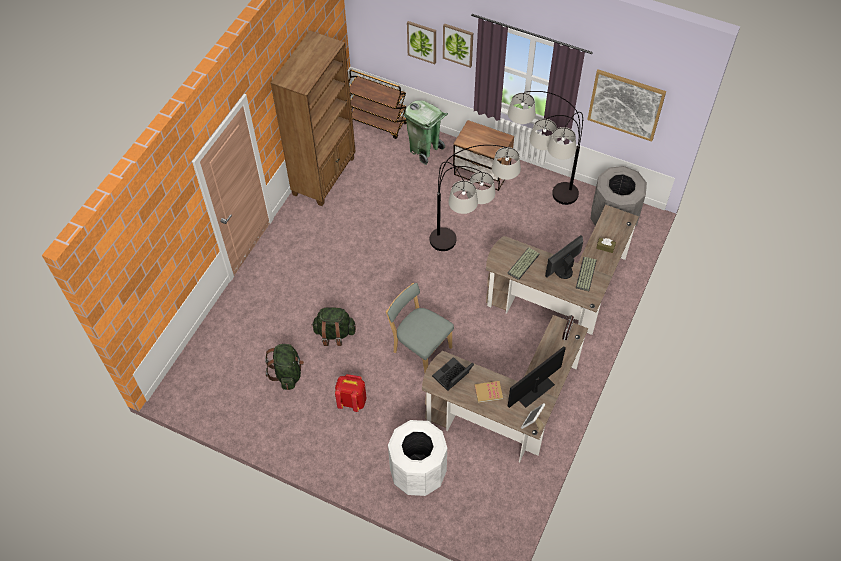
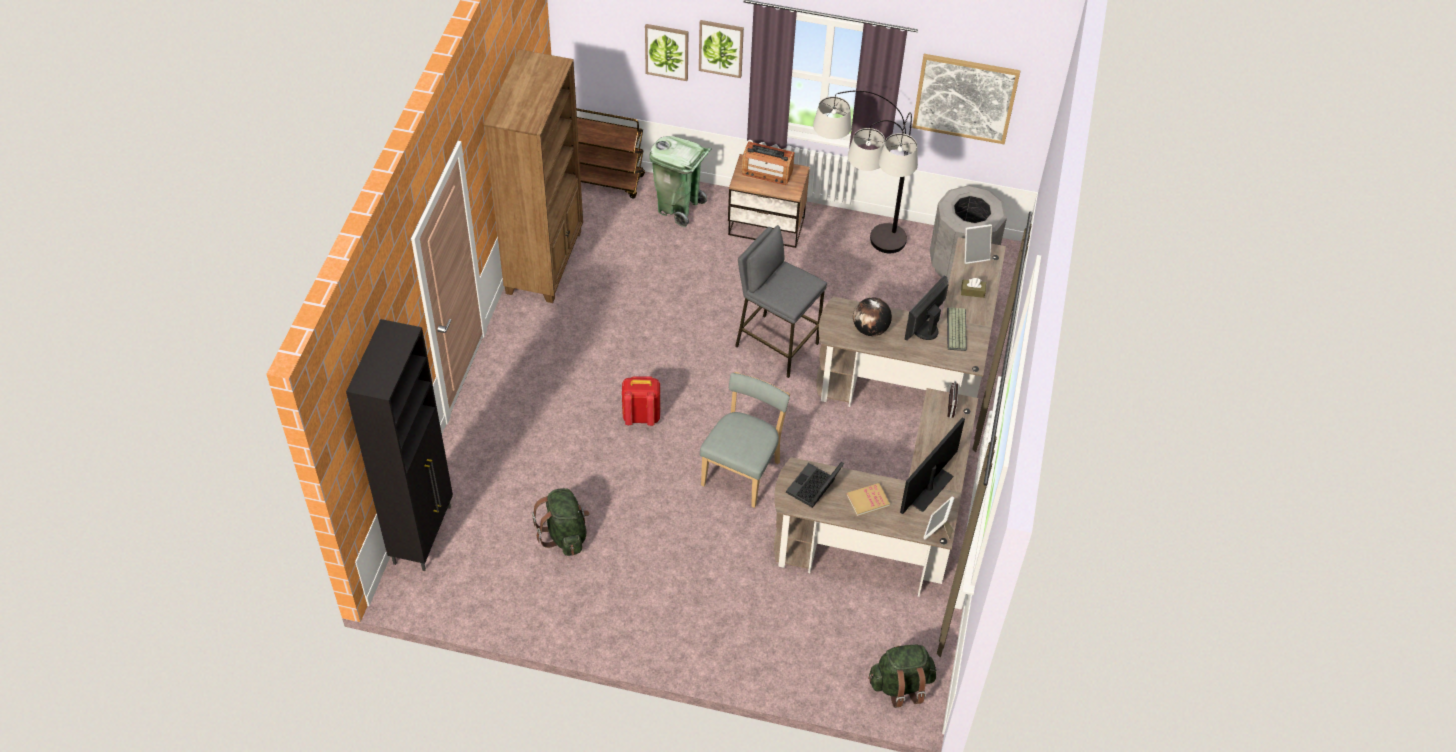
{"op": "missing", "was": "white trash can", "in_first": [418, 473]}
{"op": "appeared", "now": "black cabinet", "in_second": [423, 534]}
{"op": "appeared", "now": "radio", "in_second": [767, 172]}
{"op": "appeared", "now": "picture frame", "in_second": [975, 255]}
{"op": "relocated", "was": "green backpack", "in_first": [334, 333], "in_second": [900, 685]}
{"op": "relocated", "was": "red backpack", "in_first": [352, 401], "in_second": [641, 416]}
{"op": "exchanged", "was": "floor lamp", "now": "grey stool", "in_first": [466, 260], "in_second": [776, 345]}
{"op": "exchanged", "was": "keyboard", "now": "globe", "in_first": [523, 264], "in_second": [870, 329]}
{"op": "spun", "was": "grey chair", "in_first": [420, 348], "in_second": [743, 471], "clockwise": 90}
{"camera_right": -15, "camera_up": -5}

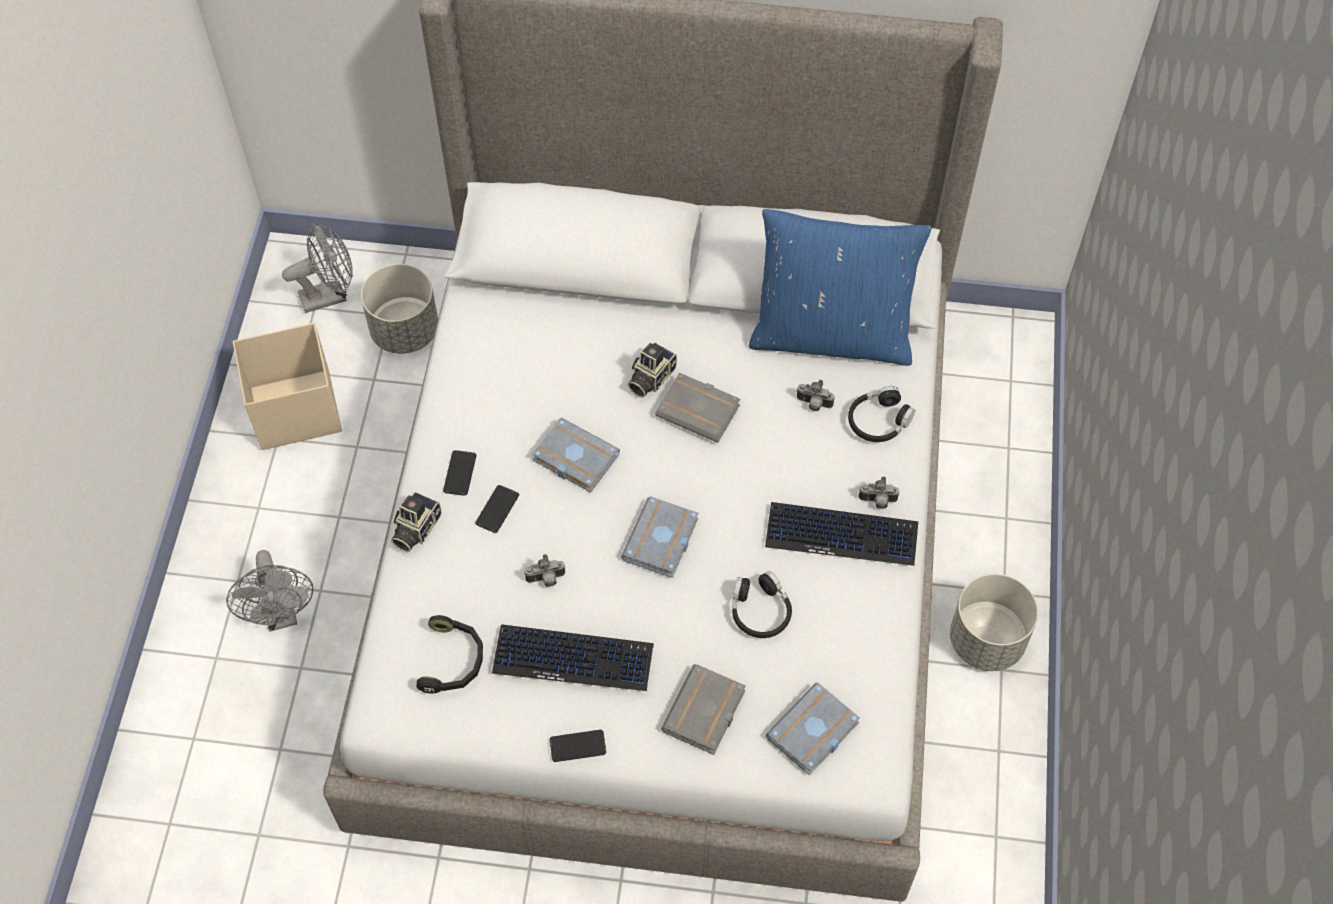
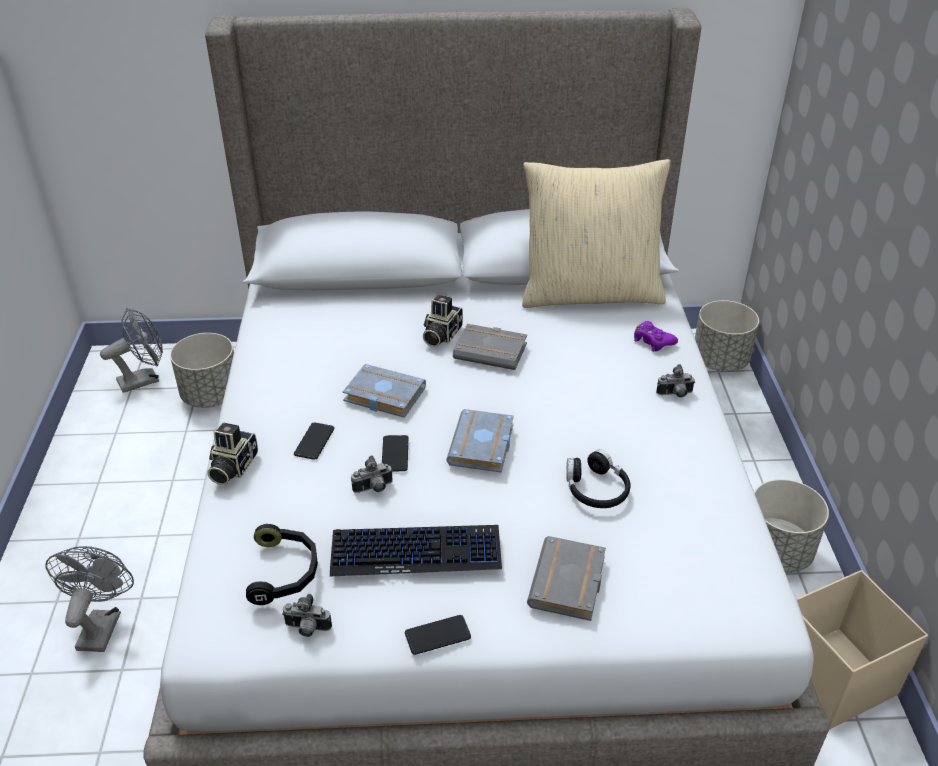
{"op": "missing", "was": "keyboard", "in_first": [841, 535]}
{"op": "missing", "was": "grey book", "in_first": [813, 734]}
{"op": "appeared", "now": "grey planter", "in_second": [720, 360]}
{"op": "relocated", "was": "beige storage box", "in_first": [294, 410], "in_second": [831, 678]}
{"op": "relocated", "was": "phone", "in_first": [460, 473], "in_second": [395, 454]}
{"op": "relocated", "was": "photo camera", "in_first": [813, 404], "in_second": [307, 629]}
{"op": "exchanged", "was": "black headphones", "now": "purple game controller", "in_first": [878, 421], "in_second": [653, 341]}
{"op": "colour", "was": "blue pillow", "now": "beige pillow", "in_first": [831, 334], "in_second": [590, 293]}
{"op": "spun", "was": "grey fan", "in_first": [281, 615], "in_second": [101, 624], "clockwise": -150}
{"camera_right": -10, "camera_up": -20}

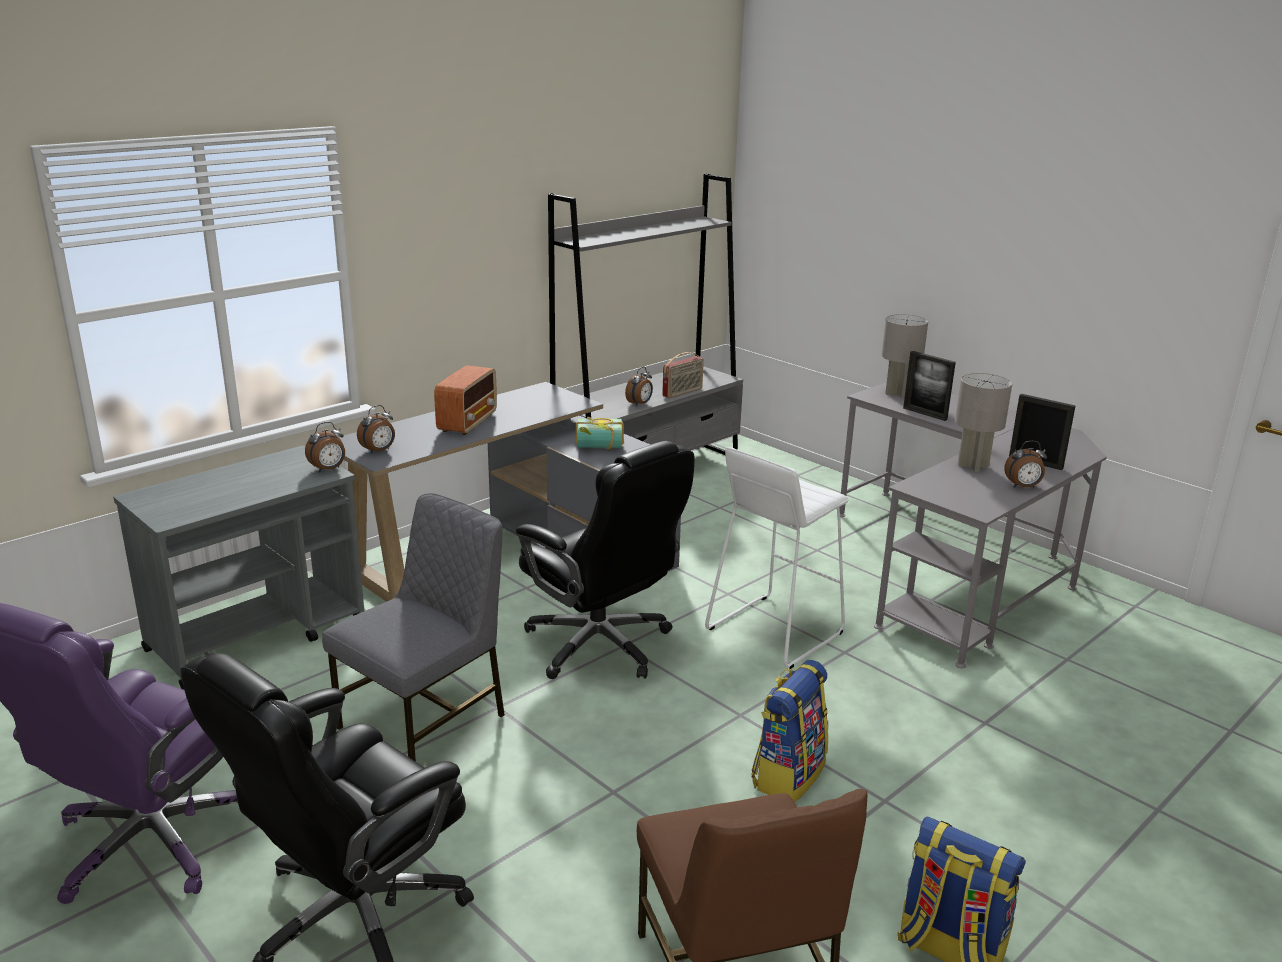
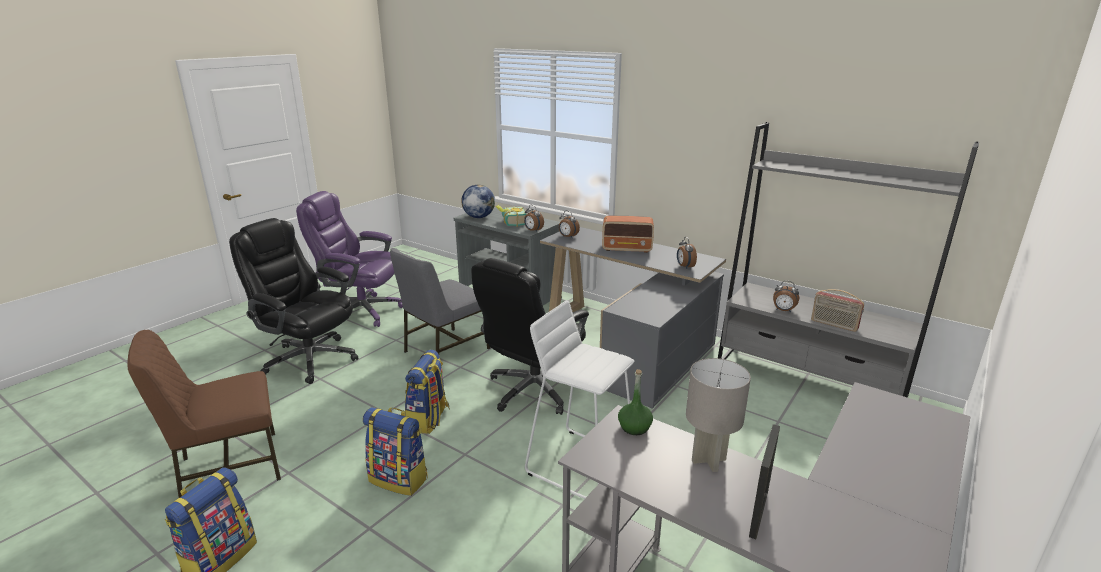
{"op": "missing", "was": "grey table lamp", "in_first": [898, 394]}
{"op": "missing", "was": "picture frame", "in_first": [925, 414]}
{"op": "appeared", "now": "backpack", "in_second": [429, 419]}
{"op": "appeared", "now": "globe", "in_second": [478, 217]}
{"op": "appeared", "now": "green bottle", "in_second": [634, 427]}
{"op": "relocated", "was": "book", "in_first": [599, 447], "in_second": [511, 223]}
{"op": "relocated", "was": "alarm clock", "in_first": [1023, 487], "in_second": [684, 267]}
{"op": "spun", "was": "grey chair", "in_first": [426, 721], "in_second": [445, 350], "clockwise": 105}
{"camera_right": 80, "camera_up": 0}

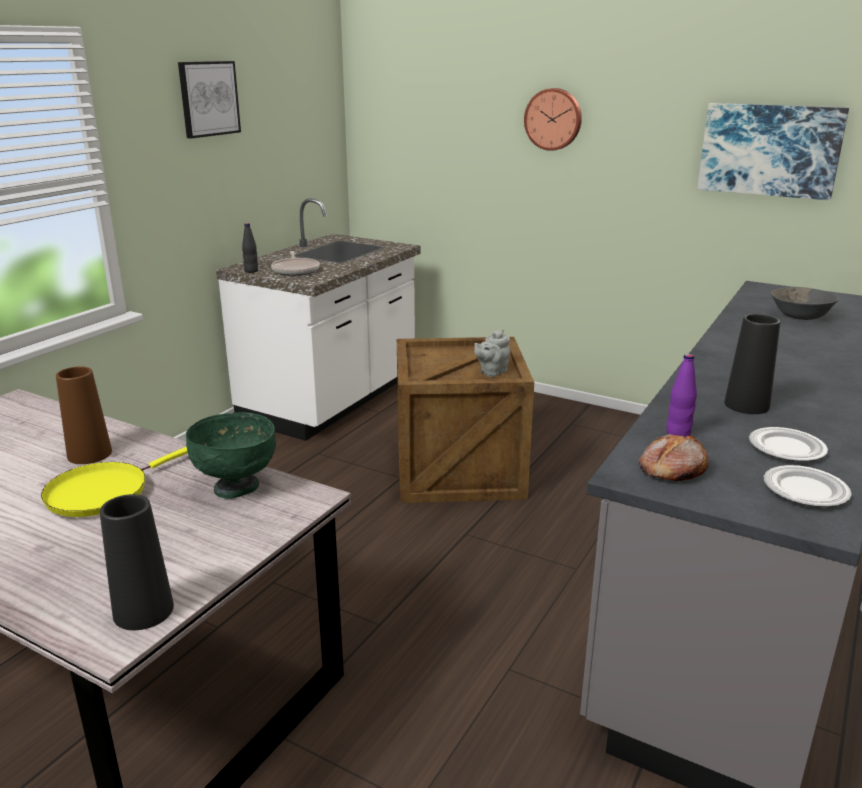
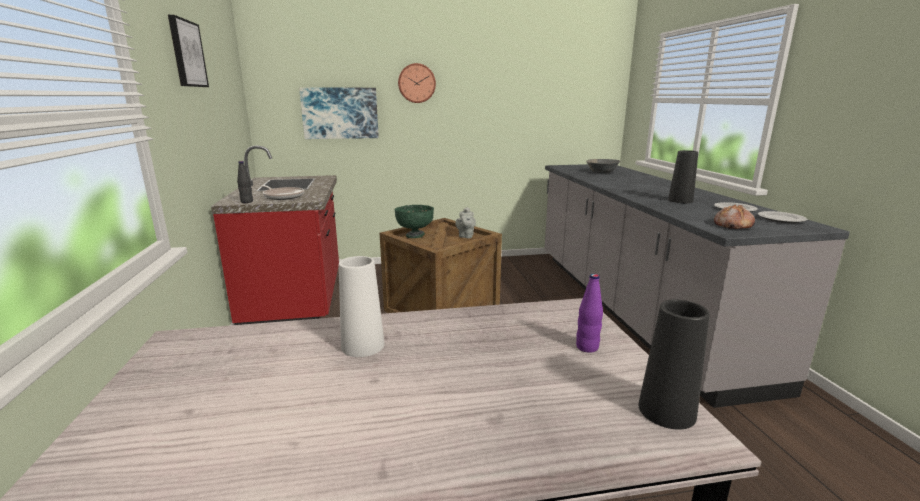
{"op": "missing", "was": "yellow frying pan", "in_first": [103, 492]}
{"op": "relocated", "was": "green bowl", "in_first": [237, 487], "in_second": [415, 235]}
{"op": "relocated", "was": "purple bottle", "in_first": [678, 434], "in_second": [587, 347]}
{"op": "relocated", "was": "picture", "in_first": [769, 150], "in_second": [340, 113]}
{"op": "colour", "was": "brown vase", "now": "white vase", "in_first": [89, 454], "in_second": [363, 345]}
{"op": "colour", "was": "white counter", "now": "red counter", "in_first": [332, 400], "in_second": [297, 301]}
{"camera_right": -40, "camera_up": -5}

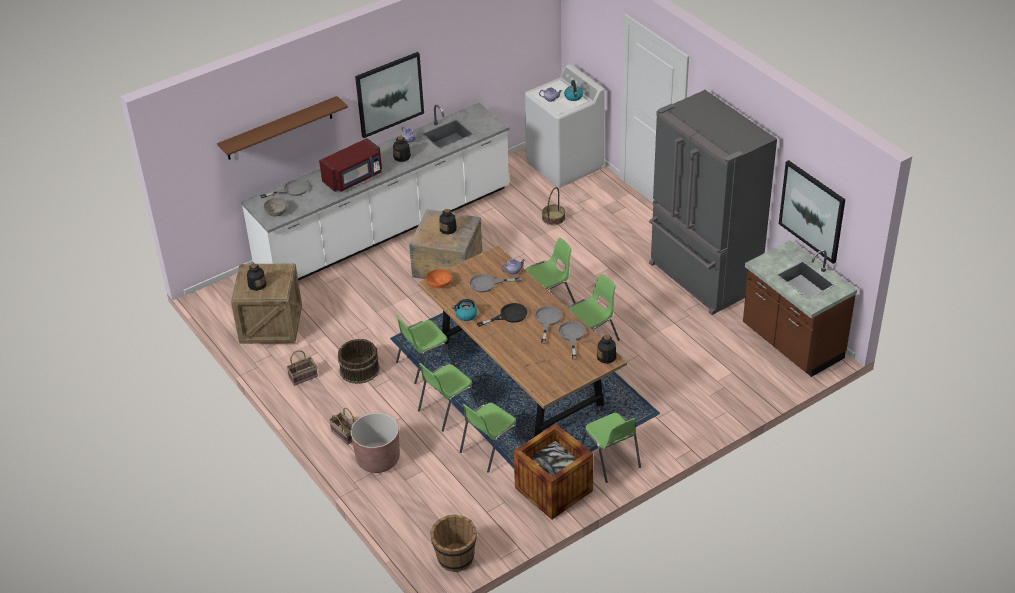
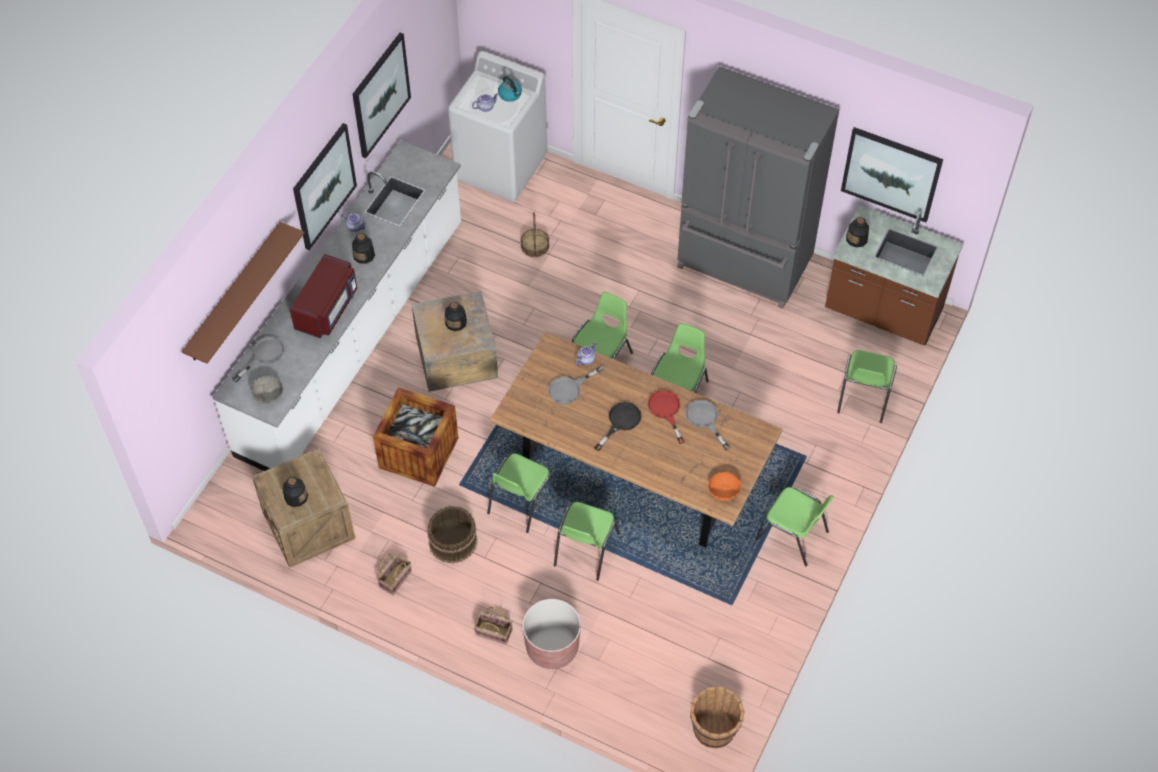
{"op": "missing", "was": "kettle", "in_first": [466, 315]}
{"op": "appeared", "now": "picture", "in_second": [380, 95]}
{"op": "relocated", "was": "orange bowl", "in_first": [439, 284], "in_second": [724, 491]}
{"op": "relocated", "was": "green chair", "in_first": [490, 449], "in_second": [863, 397]}
{"op": "relocated", "was": "crate", "in_first": [553, 489], "in_second": [418, 453]}
{"op": "relocated", "was": "bottle", "in_first": [606, 357], "in_second": [857, 239]}
{"op": "colour", "was": "grey frying pan", "now": "red frying pan", "in_first": [547, 321], "in_second": [666, 411]}
{"camera_right": -30, "camera_up": 15}

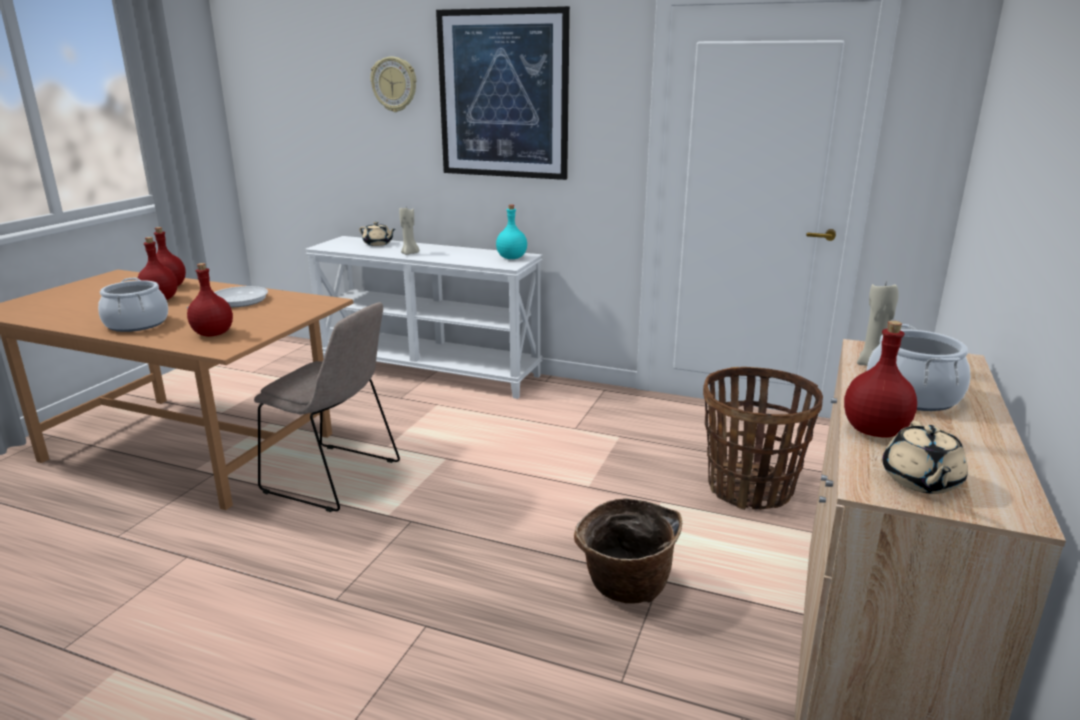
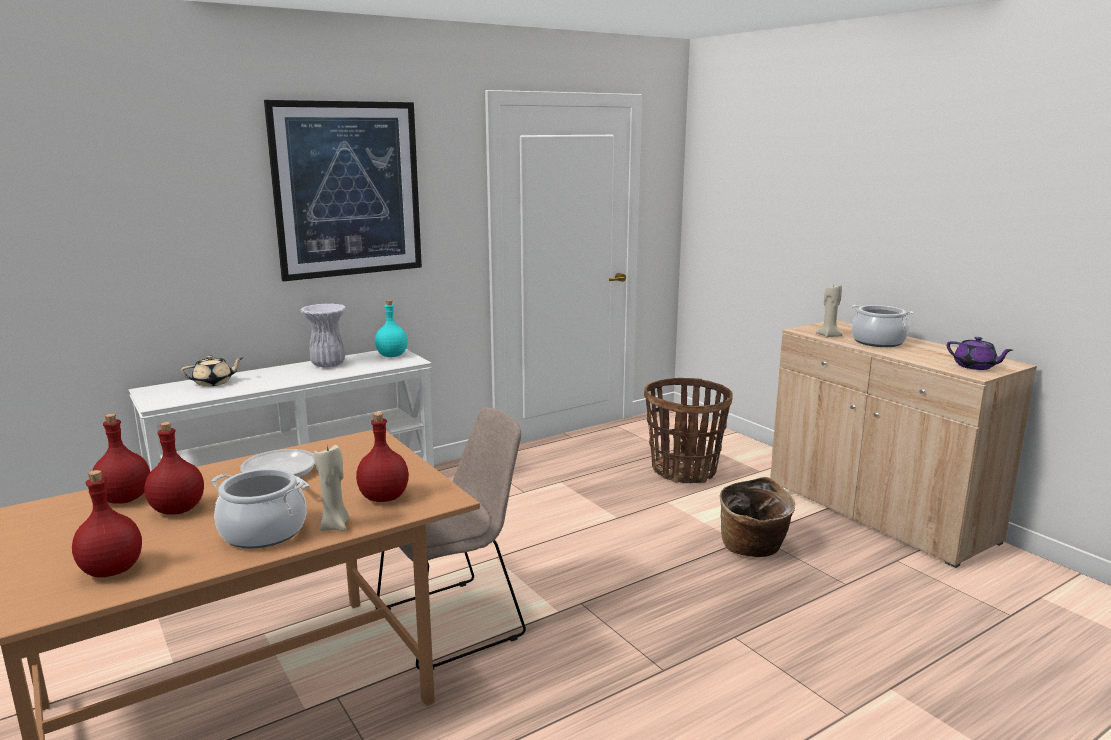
{"op": "missing", "was": "wall clock", "in_first": [394, 84]}
{"op": "appeared", "now": "white vase", "in_second": [327, 365]}
{"op": "relocated", "was": "beige candle", "in_first": [410, 253], "in_second": [335, 526]}
{"op": "relocated", "was": "red bottle", "in_first": [875, 431], "in_second": [112, 569]}
{"op": "colour", "was": "beige teapot", "now": "purple teapot", "in_first": [920, 481], "in_second": [975, 366]}
{"camera_right": -55, "camera_up": -5}

